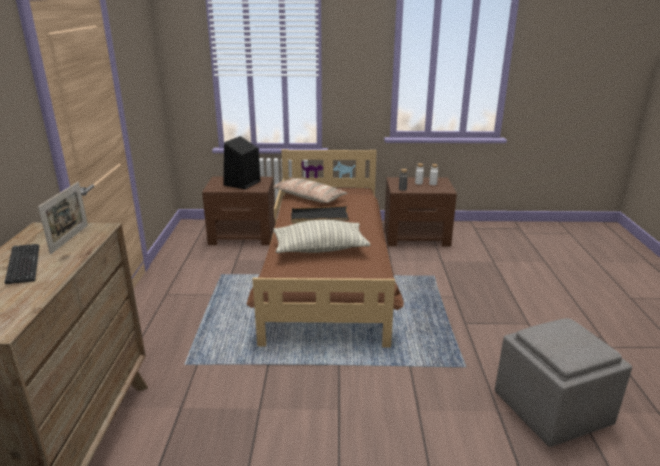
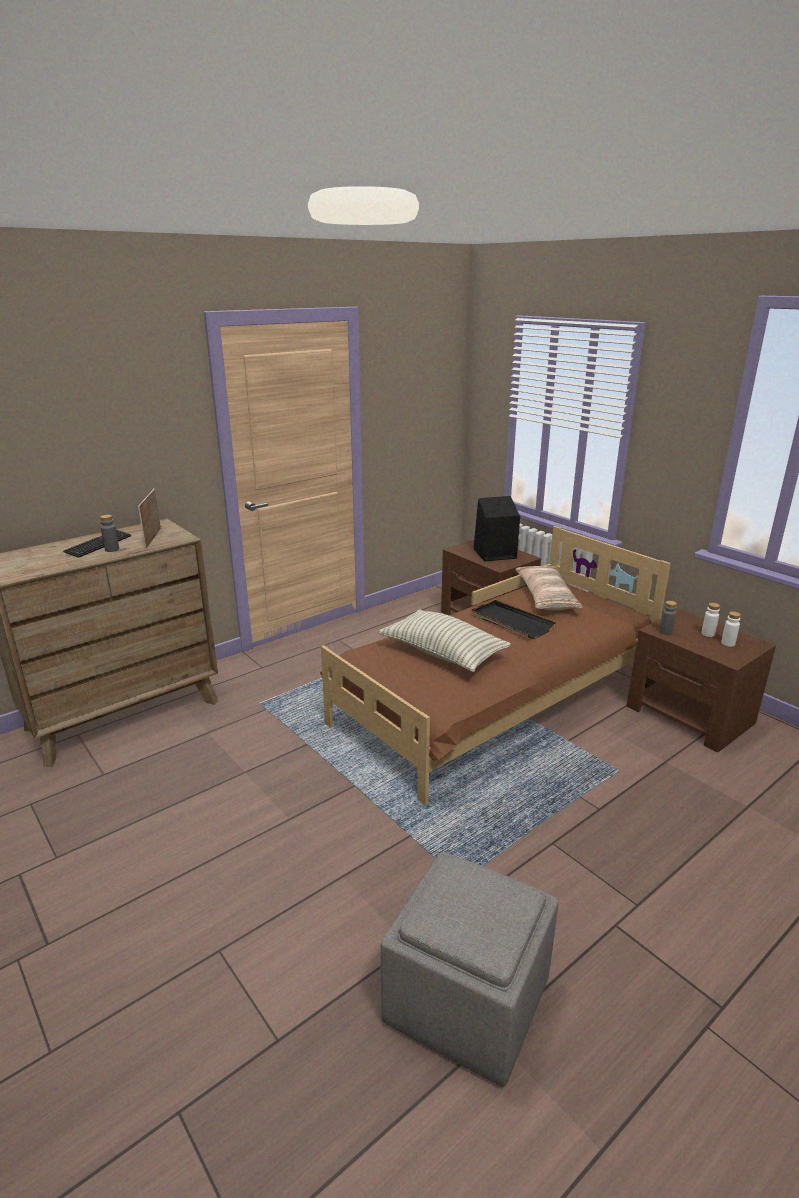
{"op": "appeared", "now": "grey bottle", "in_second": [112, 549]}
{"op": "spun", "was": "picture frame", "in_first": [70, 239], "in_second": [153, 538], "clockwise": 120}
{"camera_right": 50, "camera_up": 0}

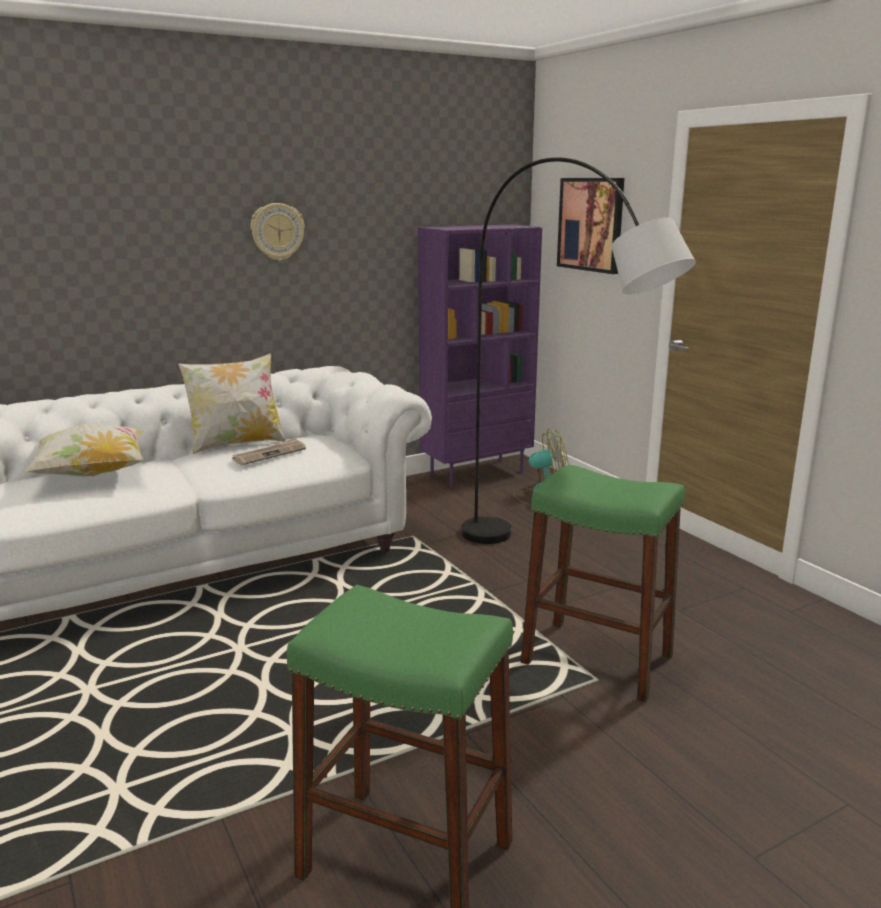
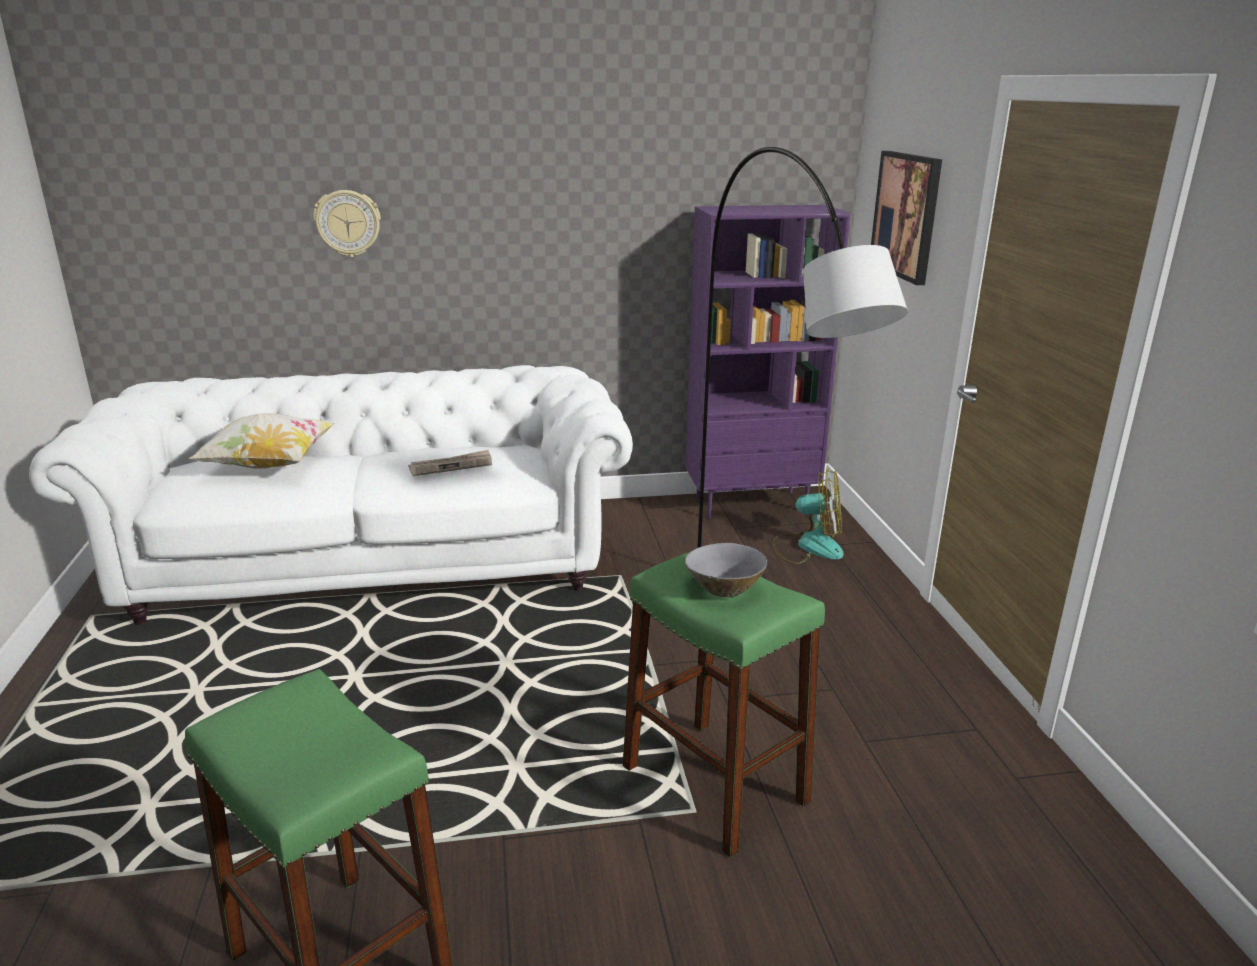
{"op": "missing", "was": "pillow", "in_first": [236, 444]}
{"op": "appeared", "now": "grey bowl", "in_second": [724, 588]}
{"op": "relocated", "was": "wall clock", "in_first": [277, 231], "in_second": [348, 223]}
{"camera_right": 20, "camera_up": 5}

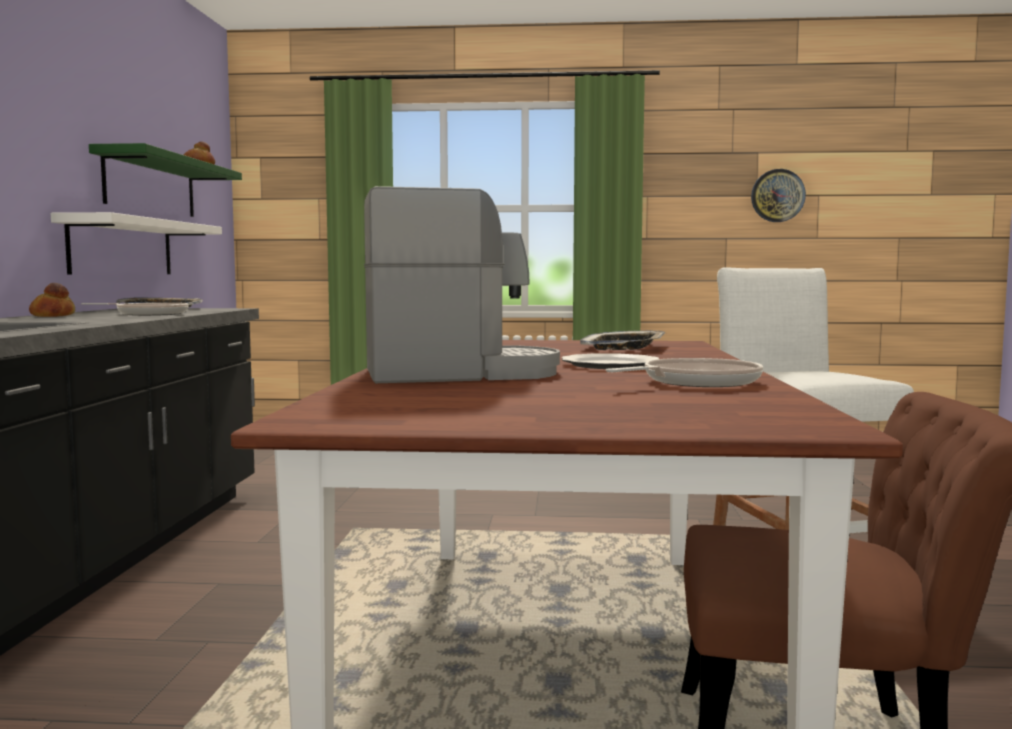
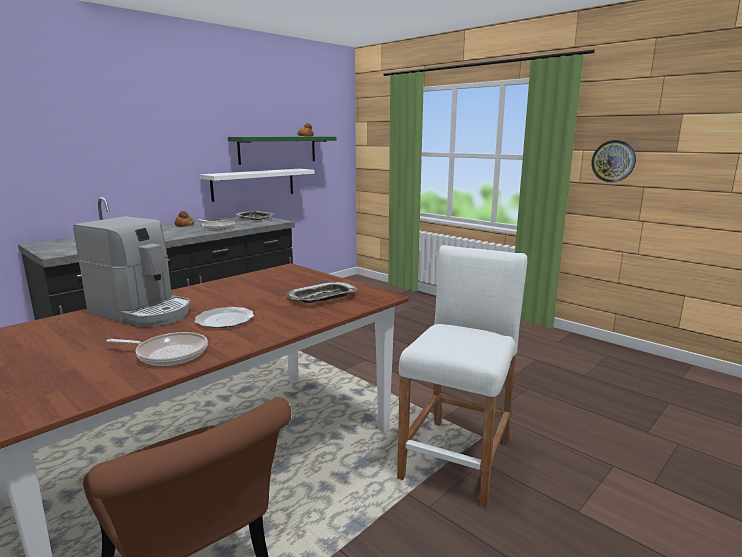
{"op": "relocated", "was": "wall clock", "in_first": [777, 195], "in_second": [613, 161]}
{"camera_right": 40, "camera_up": 10}

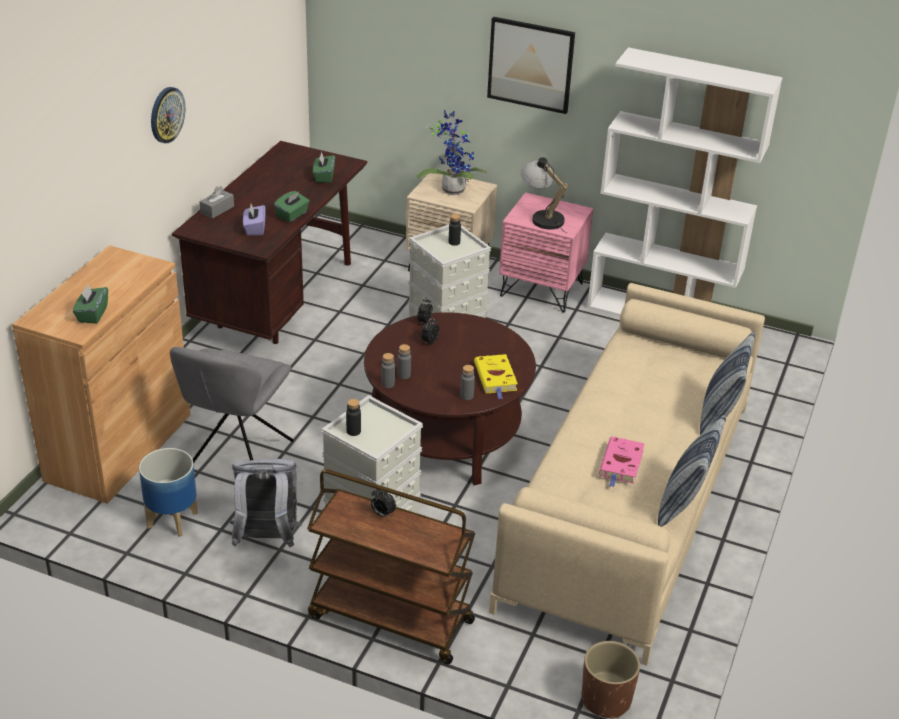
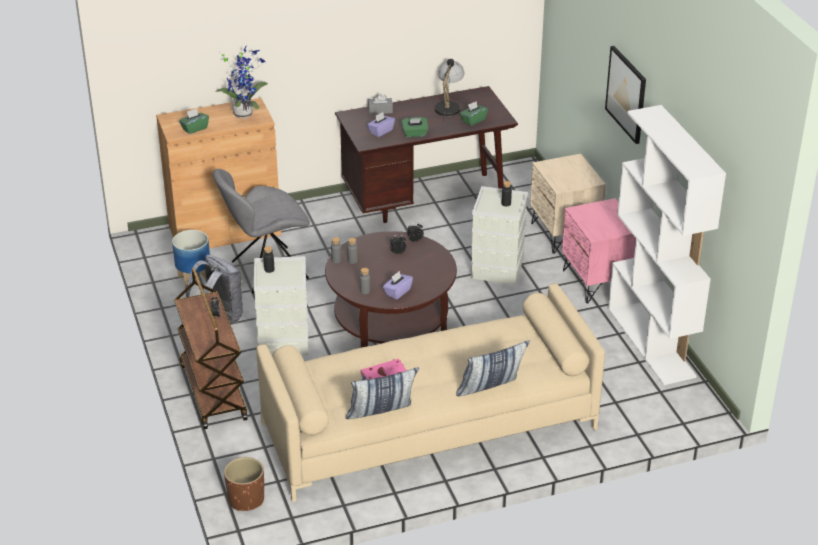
{"op": "missing", "was": "wall clock", "in_first": [166, 114]}
{"op": "relocated", "was": "potted plant", "in_first": [452, 189], "in_second": [244, 113]}
{"op": "relocated", "was": "table lamp", "in_first": [542, 217], "in_second": [448, 106]}
{"op": "exchanged", "was": "yellow book", "now": "purple tissue box", "in_first": [496, 378], "in_second": [397, 292]}
{"camera_right": 50, "camera_up": 0}

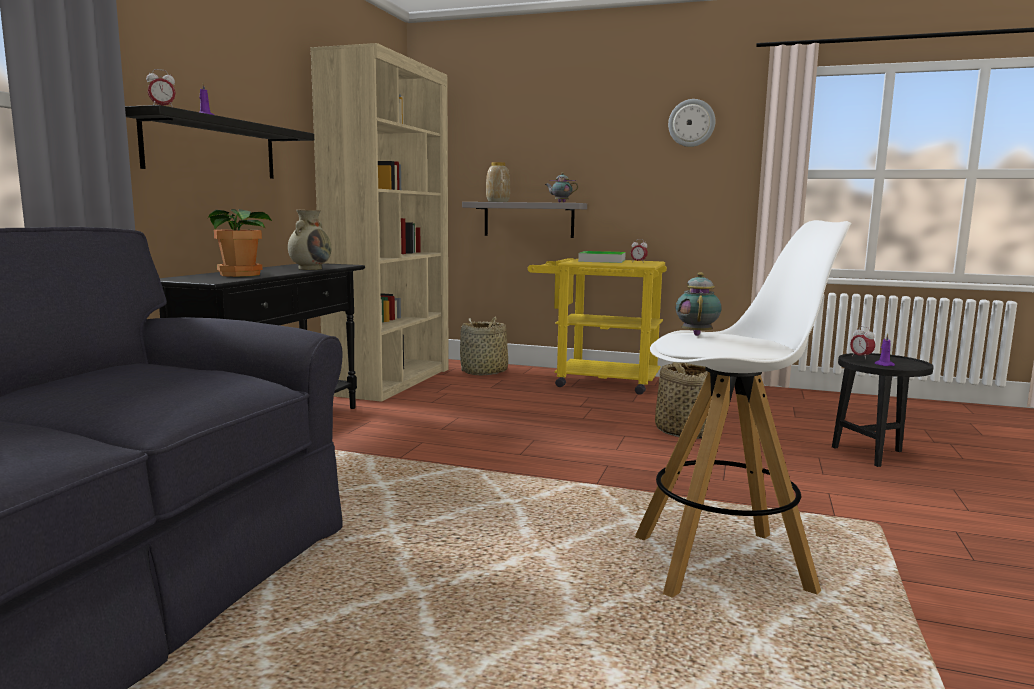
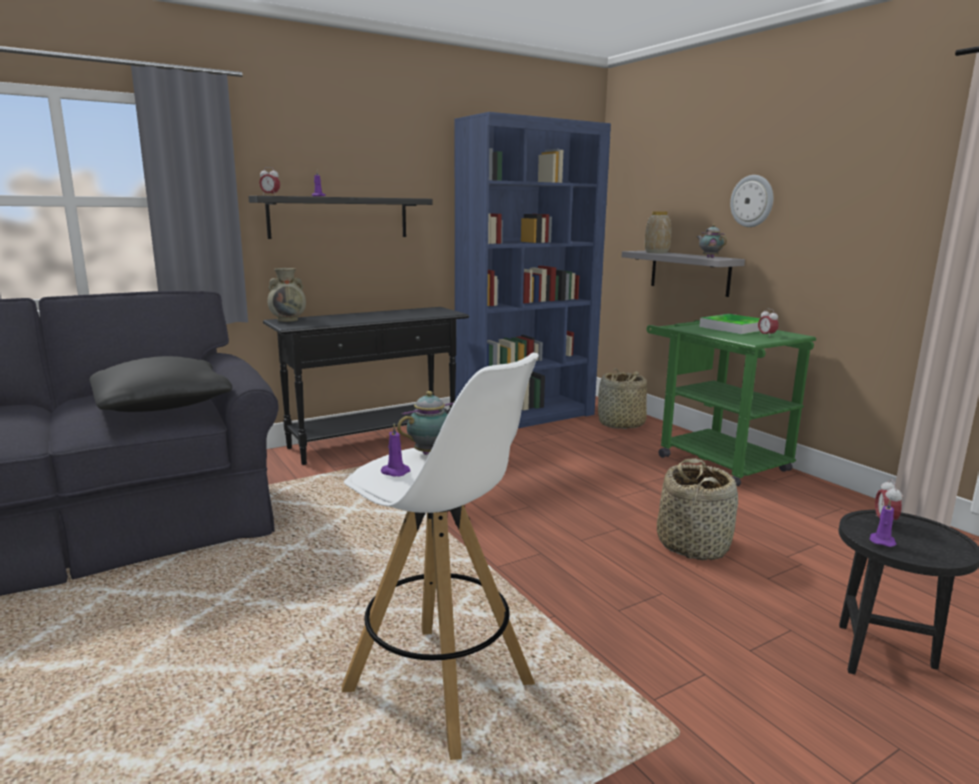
{"op": "missing", "was": "potted plant", "in_first": [240, 274]}
{"op": "appeared", "now": "black pillow", "in_second": [162, 405]}
{"op": "appeared", "now": "purple candle", "in_second": [394, 472]}
{"op": "relocated", "was": "beige vase", "in_first": [310, 268], "in_second": [288, 320]}
{"op": "relocated", "was": "wall clock", "in_first": [691, 123], "in_second": [752, 201]}
{"op": "colour", "was": "beige bookcase", "now": "blue bookcase", "in_first": [391, 381], "in_second": [526, 416]}
{"op": "colour", "was": "yellow cart", "now": "green cart", "in_first": [596, 381], "in_second": [713, 460]}
{"camera_right": 40, "camera_up": 5}

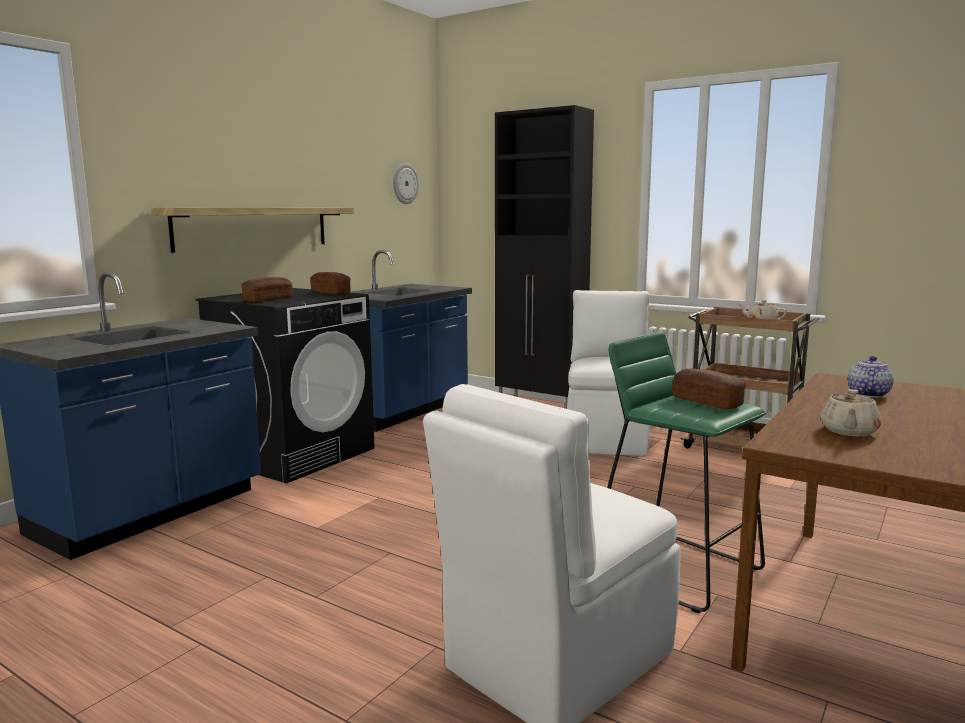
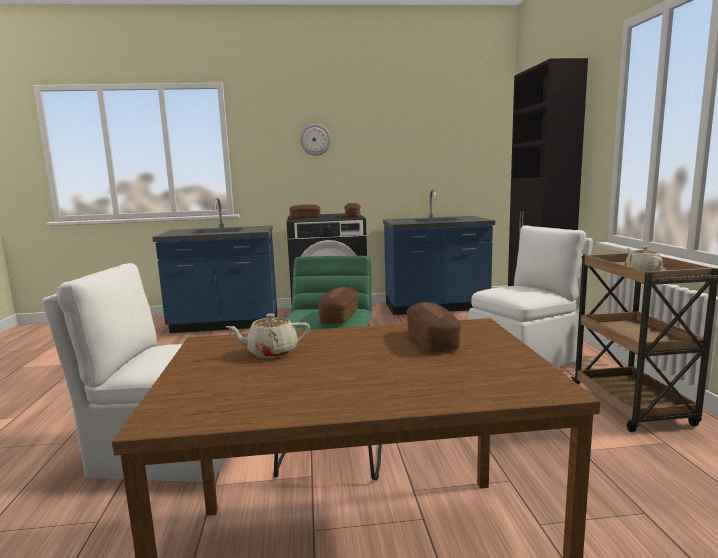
{"op": "missing", "was": "shelf", "in_first": [253, 227]}
{"op": "relocated", "was": "wall clock", "in_first": [404, 183], "in_second": [315, 139]}
{"op": "exchanged", "was": "teapot", "now": "bread", "in_first": [868, 394], "in_second": [432, 340]}
{"camera_right": 50, "camera_up": 0}

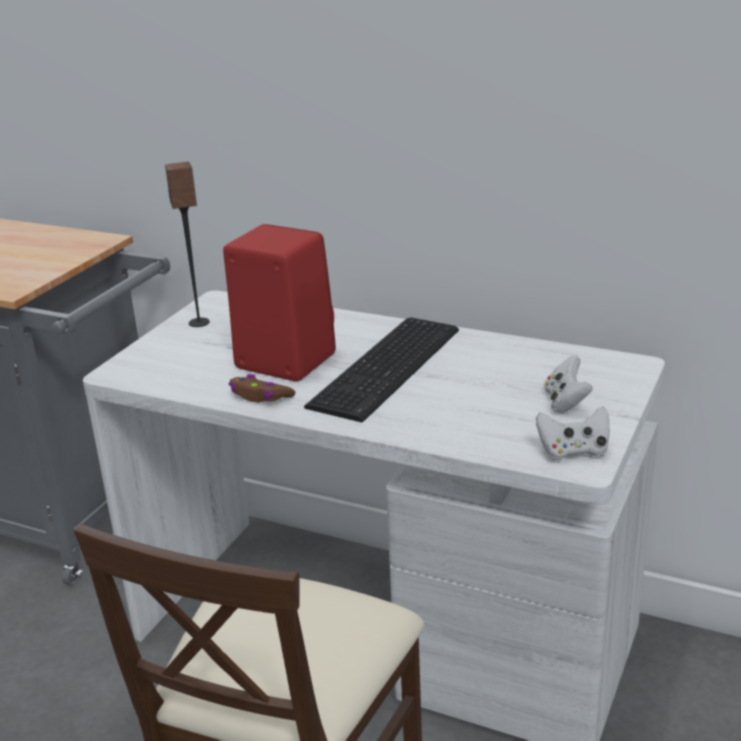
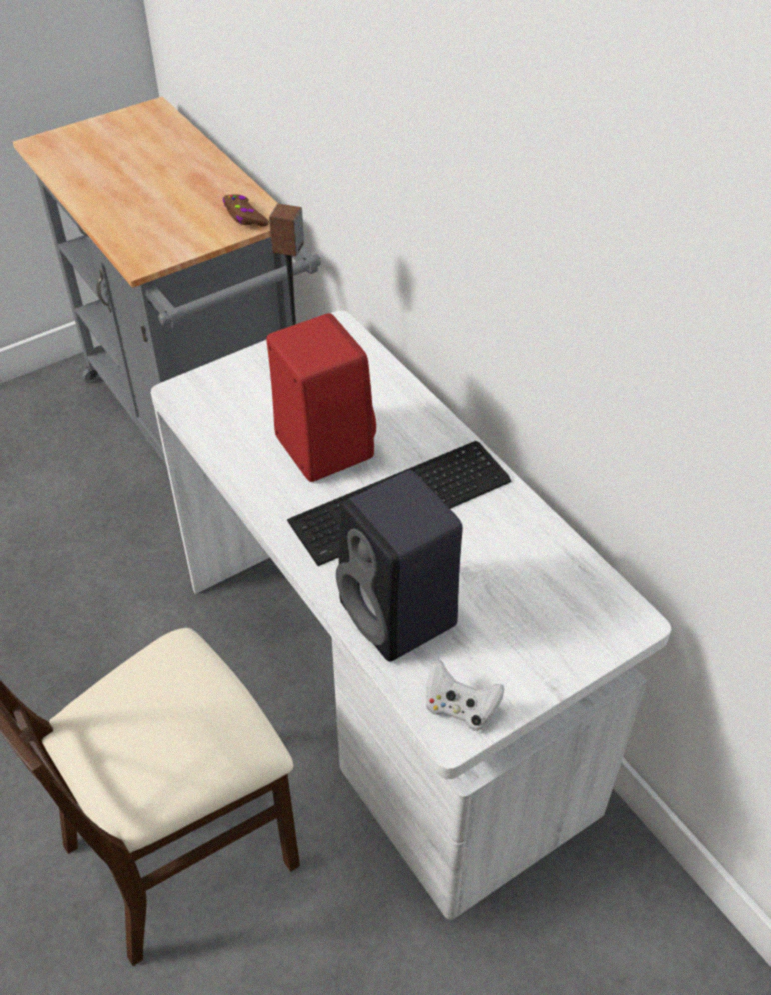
{"op": "missing", "was": "white game controller", "in_first": [565, 402]}
{"op": "appeared", "now": "black speaker", "in_second": [401, 616]}
{"op": "relocated", "was": "brown game controller", "in_first": [260, 396], "in_second": [245, 217]}
{"camera_right": 30, "camera_up": 20}

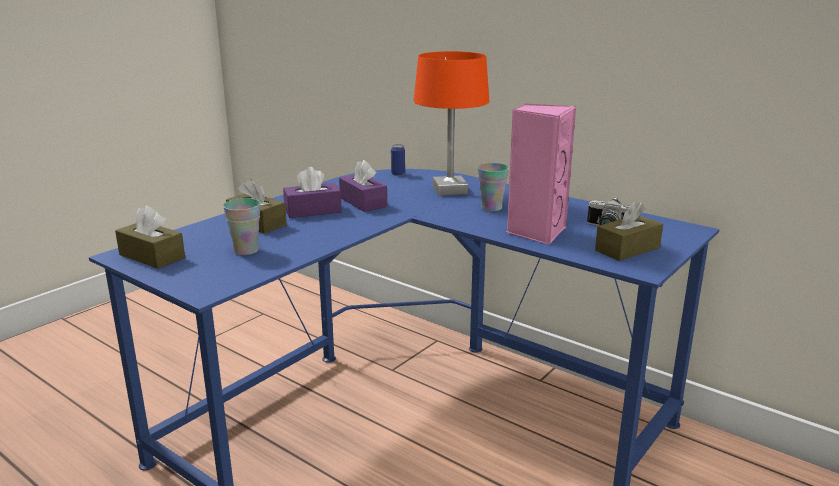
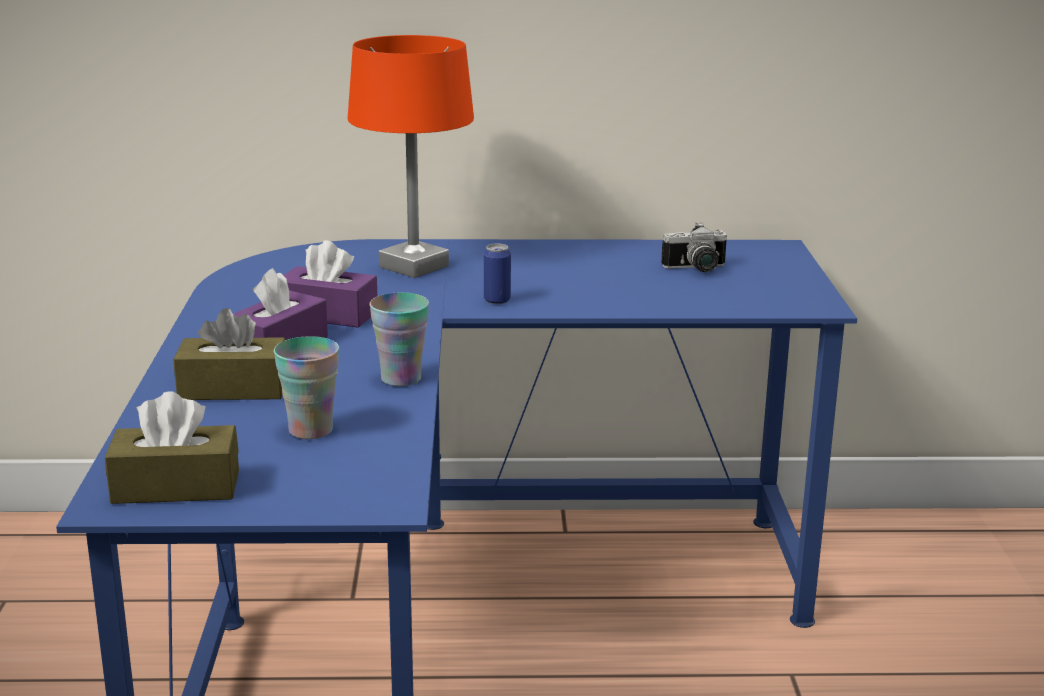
{"op": "missing", "was": "pink speaker", "in_first": [535, 232]}
{"op": "missing", "was": "brown tissue box", "in_first": [627, 249]}
{"op": "relocated", "was": "can", "in_first": [398, 174], "in_second": [497, 300]}
{"op": "relocated", "was": "cup", "in_first": [491, 208], "in_second": [401, 379]}
{"camera_right": -40, "camera_up": 0}

